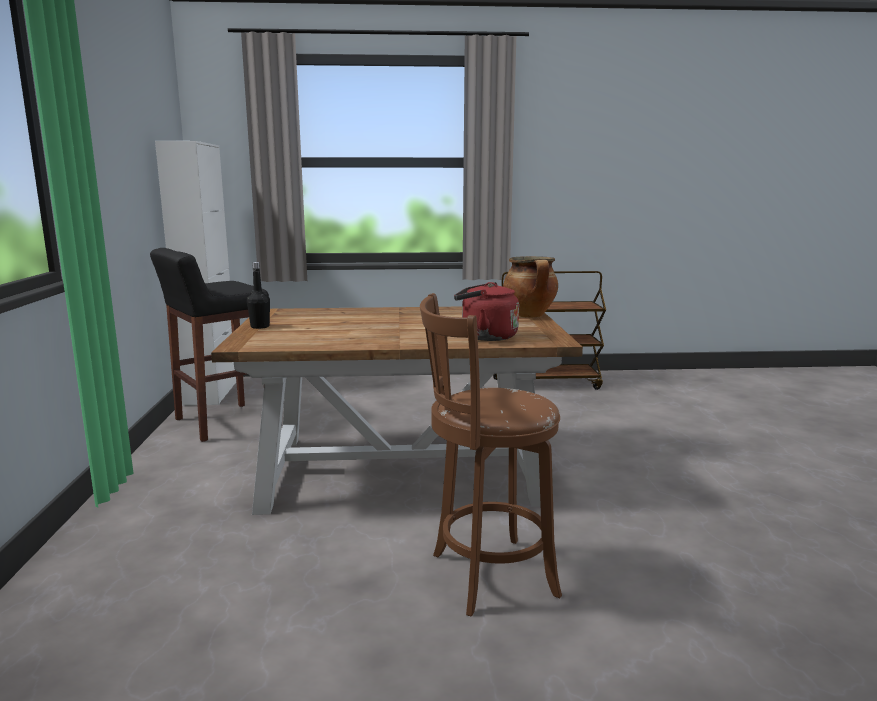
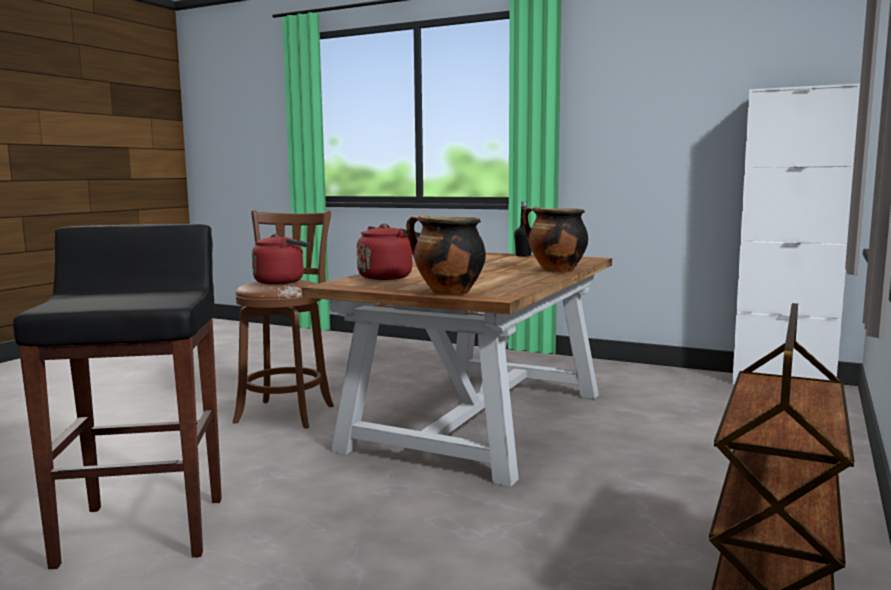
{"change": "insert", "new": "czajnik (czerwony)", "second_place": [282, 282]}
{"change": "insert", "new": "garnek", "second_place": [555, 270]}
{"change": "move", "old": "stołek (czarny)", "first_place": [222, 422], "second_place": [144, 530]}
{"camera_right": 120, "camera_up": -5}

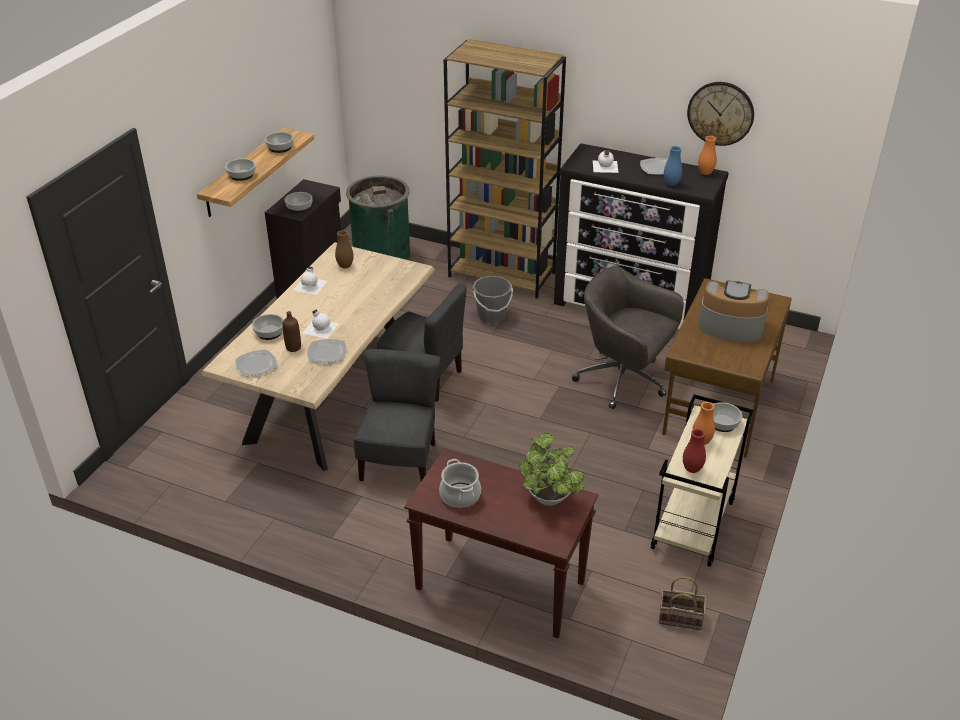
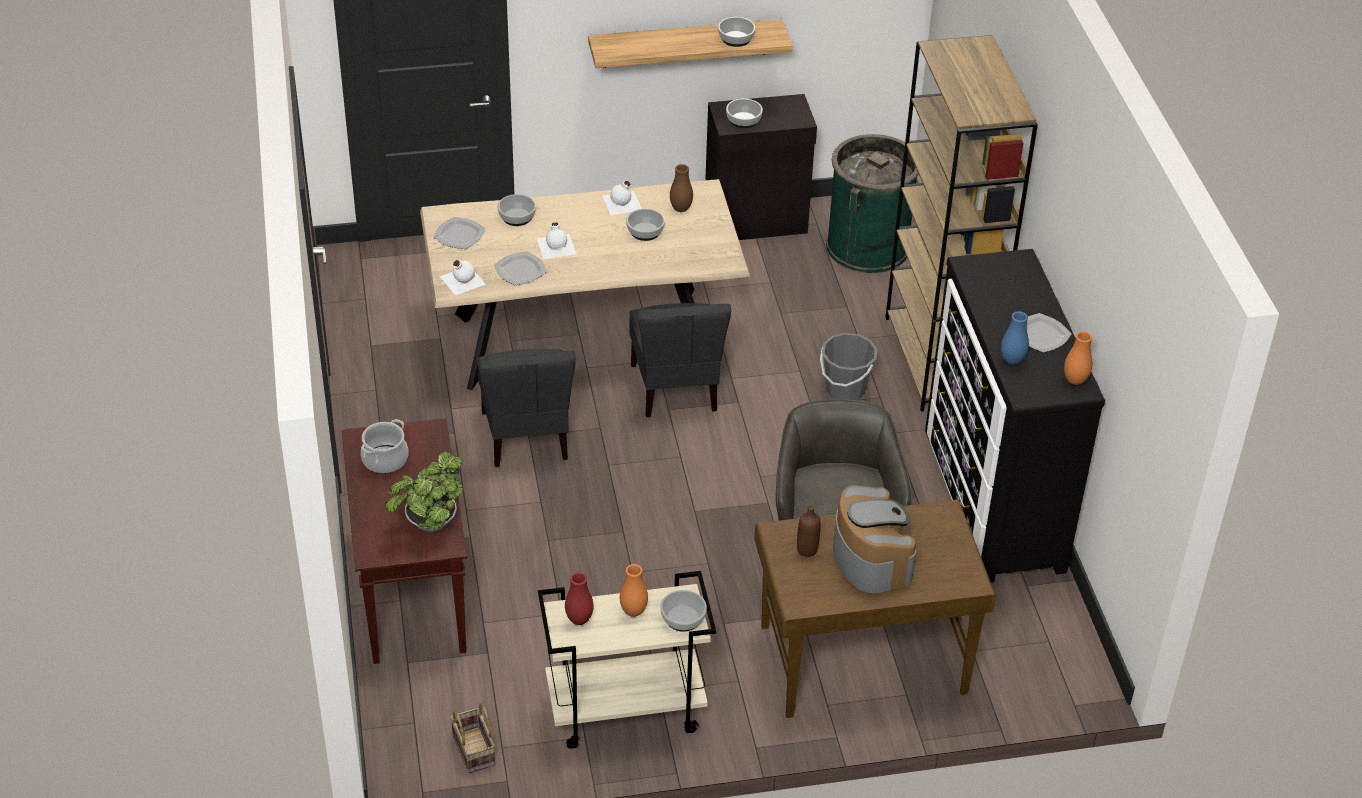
{"change": "delete", "old": "zegar ścienny", "first_place": [720, 113]}
{"change": "move", "old": "miska", "first_place": [241, 175], "second_place": [645, 231]}
{"change": "move", "old": "butelka (brązowy)", "first_place": [293, 347], "second_place": [807, 550]}
{"change": "move", "old": "butelka (biały)", "first_place": [604, 166], "second_place": [461, 280]}
{"change": "rotate", "old": "krzesło (szary)", "first_place": [400, 462], "second_place": [527, 436], "degrees": 105}
{"camera_right": 55, "camera_up": 5}

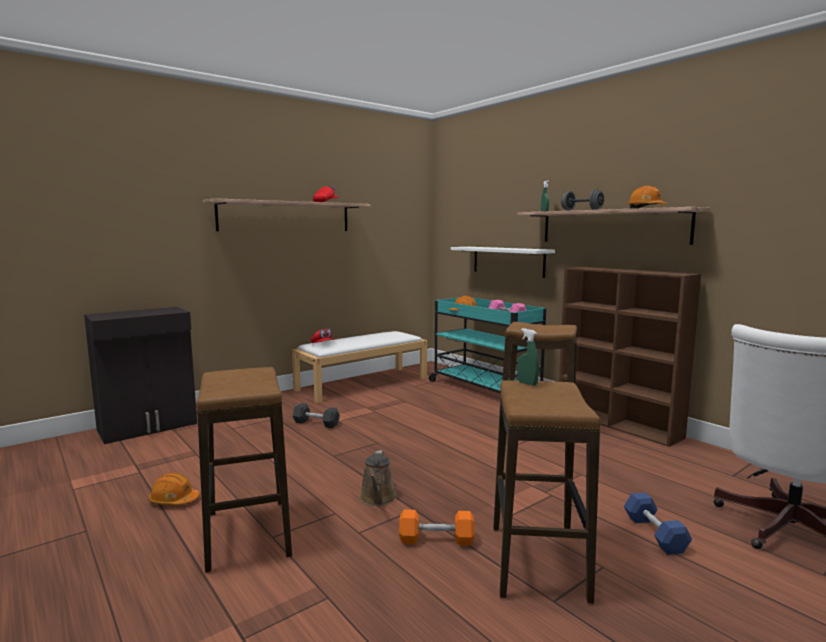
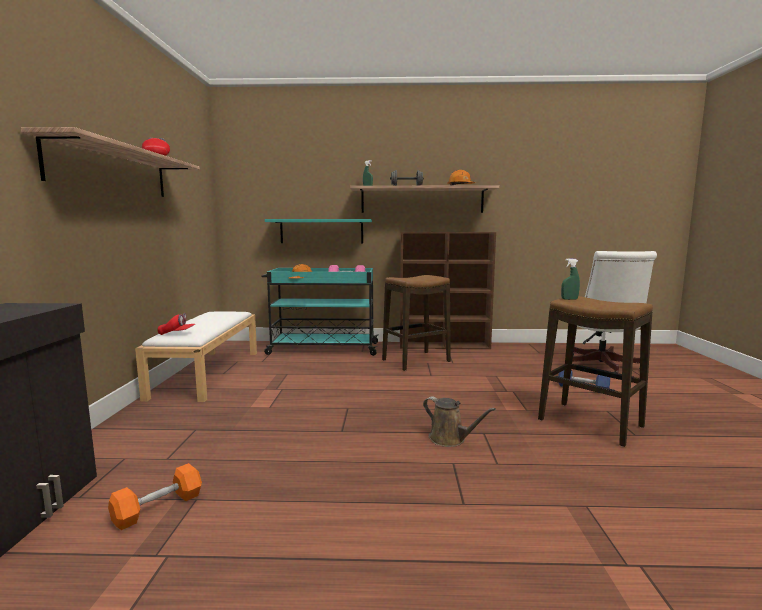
{"change": "delete", "old": "kask (pomarańczowy)", "first_place": [174, 500]}
{"change": "delete", "old": "stołek", "first_place": [248, 534]}
{"change": "delete", "old": "hantel (szary)", "first_place": [316, 423]}
{"change": "move", "old": "hantel (pomarańczowy)", "first_place": [436, 540], "second_place": [158, 508]}
{"change": "recolor", "old": "półka (biały)", "new": "półka (turkusowy)", "first_place": [508, 261], "second_place": [321, 231]}
{"camera_right": -50, "camera_up": 0}

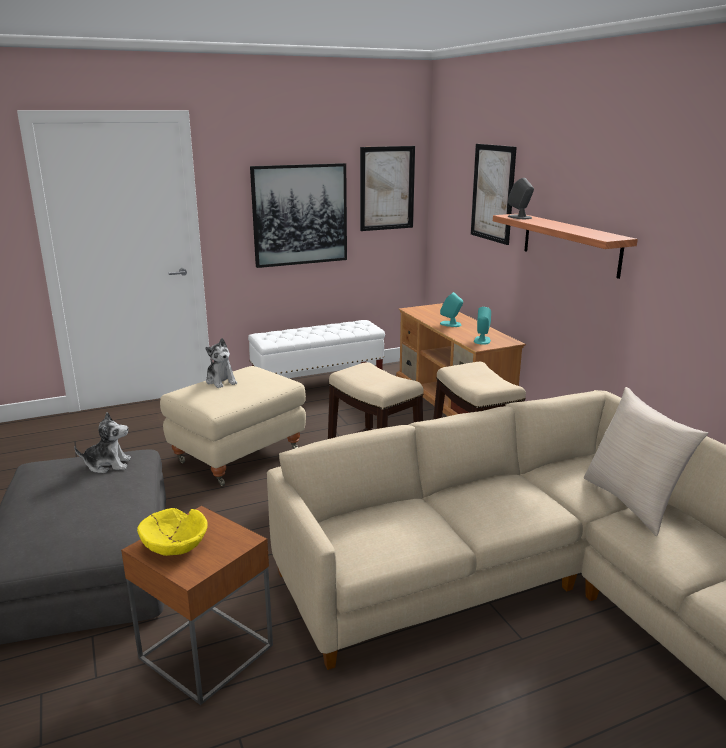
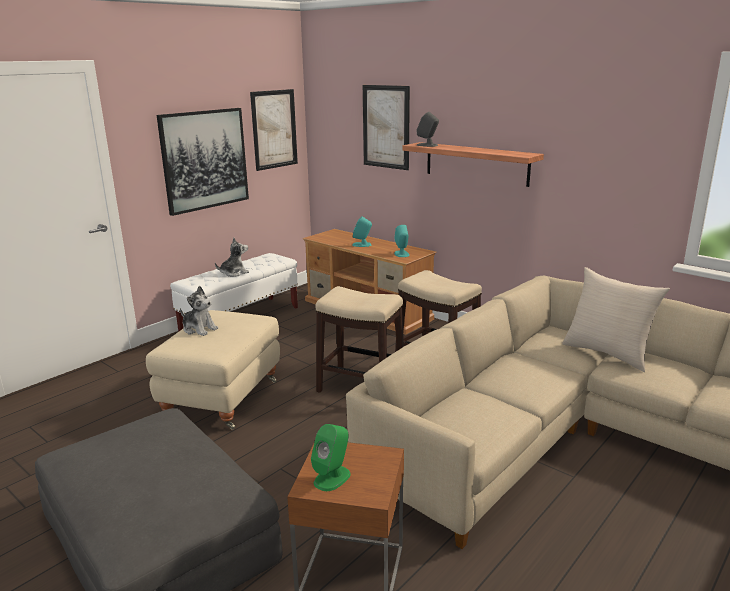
{"change": "move", "old": "pluszak", "first_place": [108, 465], "second_place": [234, 273]}
{"change": "replace", "old": "miska (żółty)", "new": "głośnik (zielony)", "first_place": [174, 545], "second_place": [332, 478]}
{"camera_right": -25, "camera_up": 0}

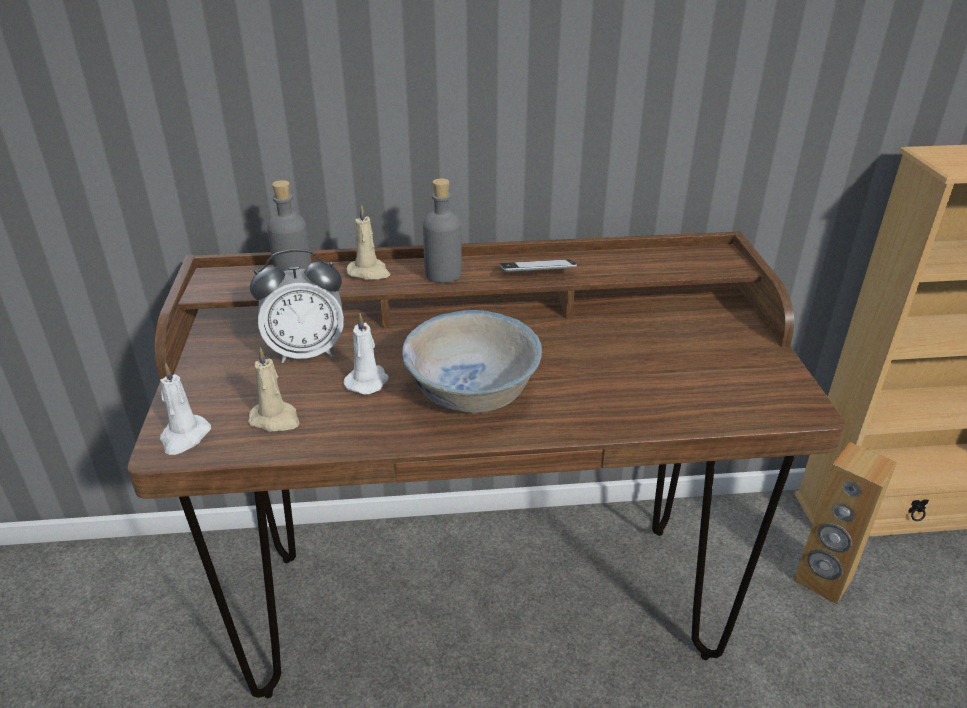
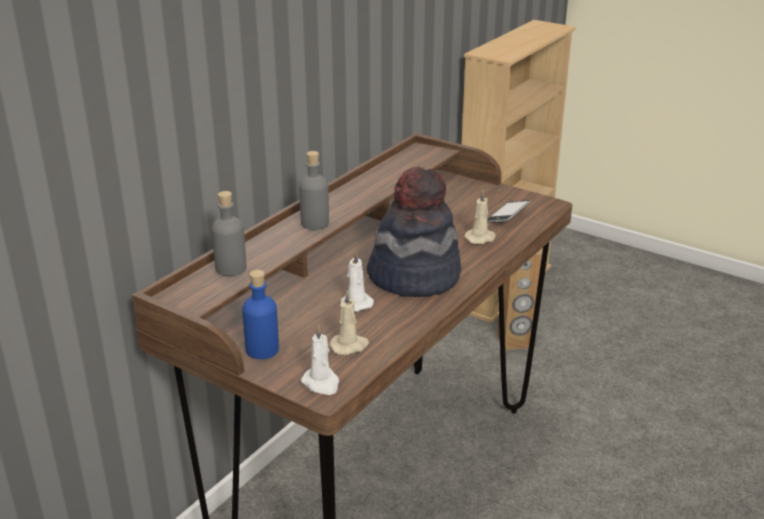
{"change": "delete", "old": "budzik", "first_place": [306, 352]}
{"change": "insert", "new": "butelka (niebieski)", "second_place": [262, 349]}
{"change": "move", "old": "świeca (beżowy)", "first_place": [369, 272], "second_place": [481, 238]}
{"change": "move", "old": "telefon", "first_place": [537, 272], "second_place": [507, 216]}
{"change": "replace", "old": "miska (biały)", "new": "kapelusz", "first_place": [472, 391], "second_place": [414, 276]}
{"camera_right": -50, "camera_up": -5}

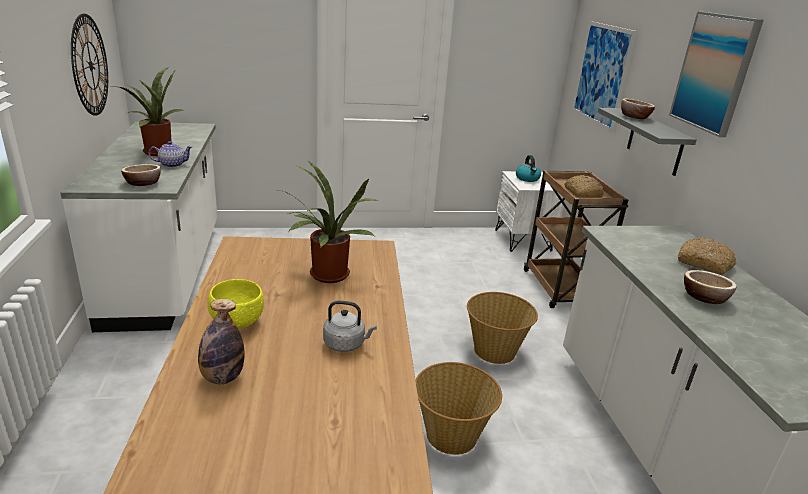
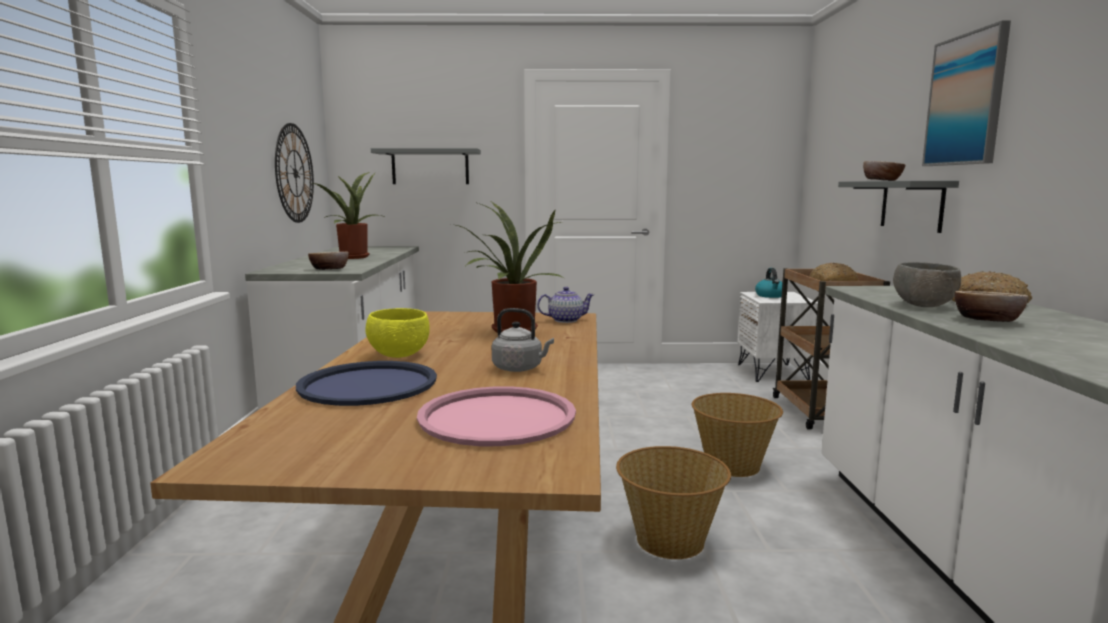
{"change": "delete", "old": "obraz", "first_place": [601, 74]}
{"change": "insert", "new": "półka (szary)", "second_place": [430, 167]}
{"change": "insert", "new": "taca (różowy)", "second_place": [497, 417]}
{"change": "insert", "new": "miska (szary)", "second_place": [923, 306]}
{"change": "move", "old": "imbryk", "first_place": [172, 164], "second_place": [565, 320]}
{"change": "replace", "old": "butelka", "new": "taca (niebieski)", "first_place": [222, 377], "second_place": [368, 385]}
{"camera_right": 10, "camera_up": -15}

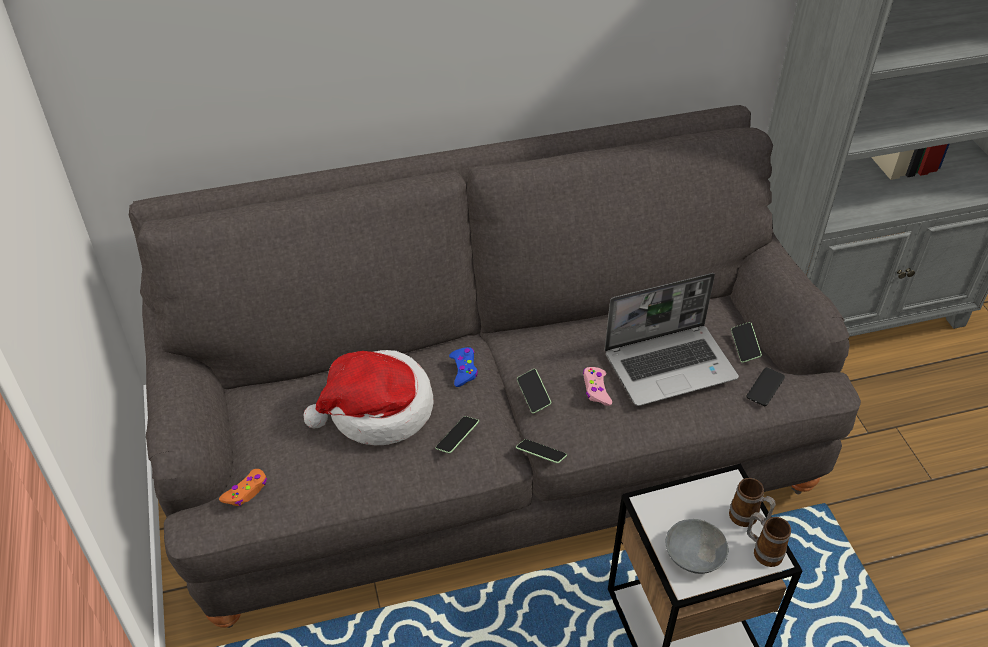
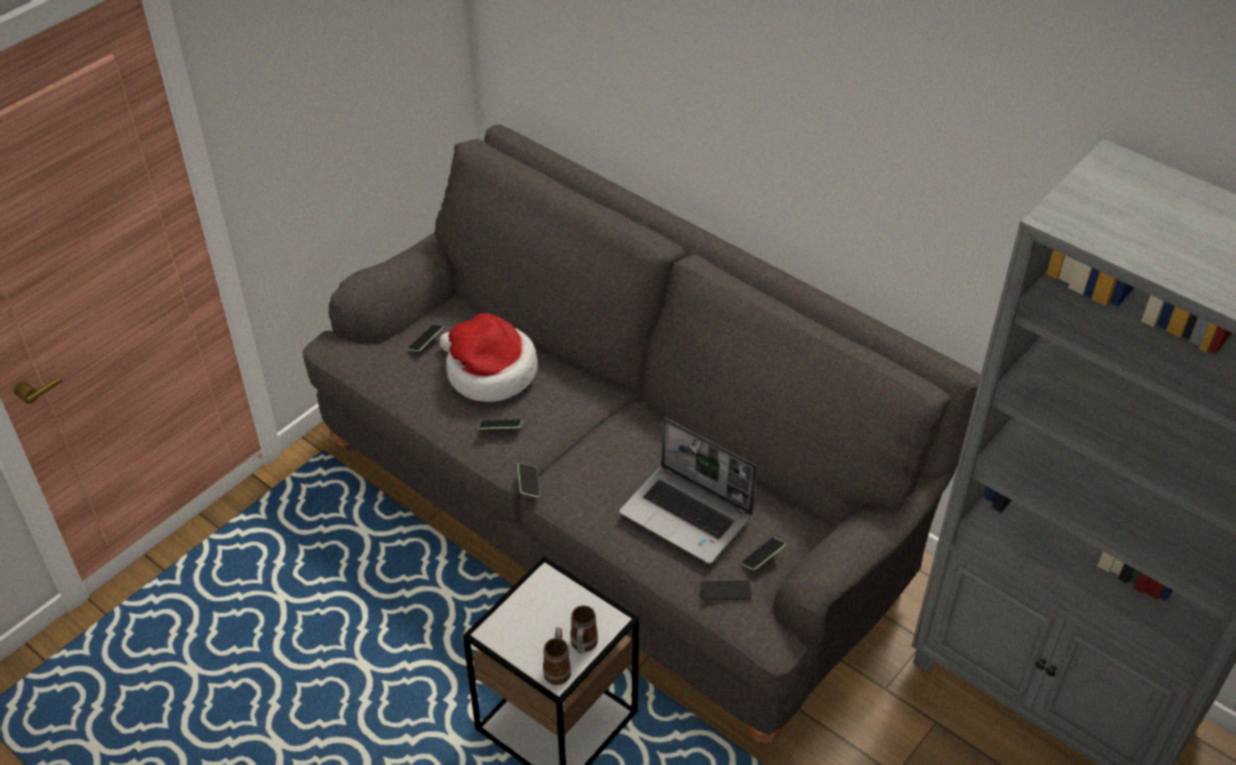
{"change": "delete", "old": "pad do gier (pomarańczowy)", "first_place": [246, 491]}
{"change": "delete", "old": "pad do gier (niebieski)", "first_place": [464, 370]}
{"change": "delete", "old": "pad do gier (różowy)", "first_place": [596, 389]}
{"change": "delete", "old": "miska (szary)", "first_place": [695, 555]}
{"change": "move", "old": "telefon", "first_place": [533, 395], "second_place": [426, 342]}
{"camera_right": 55, "camera_up": 0}

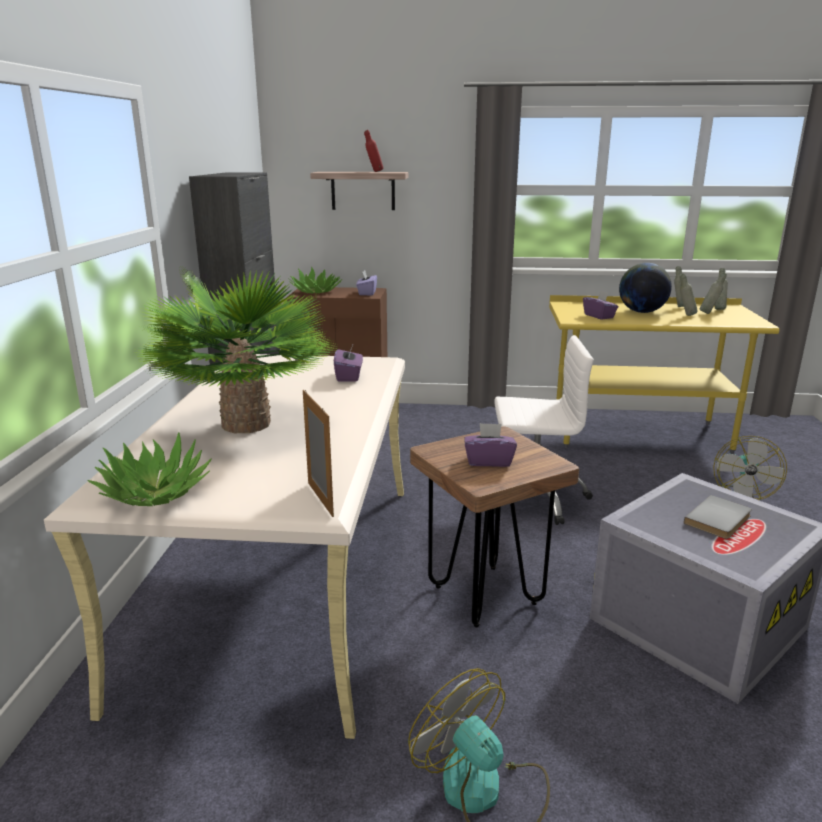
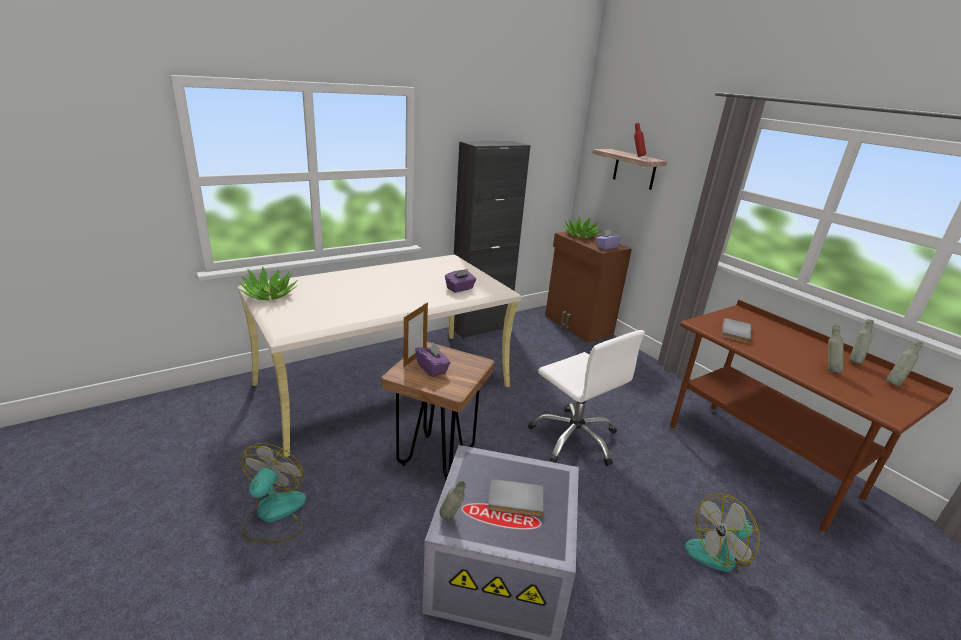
{"change": "delete", "old": "roślina doniczkowa", "first_place": [246, 424]}
{"change": "delete", "old": "globus", "first_place": [641, 312]}
{"change": "move", "old": "ramka na zdjęcie", "first_place": [320, 499], "second_place": [415, 358]}
{"change": "move", "old": "butelka (szary)", "first_place": [709, 313], "second_place": [451, 520]}
{"change": "replace", "old": "pudełko chusteczek (fioletowy)", "new": "książka (szary)", "first_place": [599, 316], "second_place": [734, 331]}
{"change": "recolor", "old": "biurko (żółty)", "new": "biurko (brązowy)", "first_place": [639, 435], "second_place": [759, 462]}
{"camera_right": 50, "camera_up": 5}

